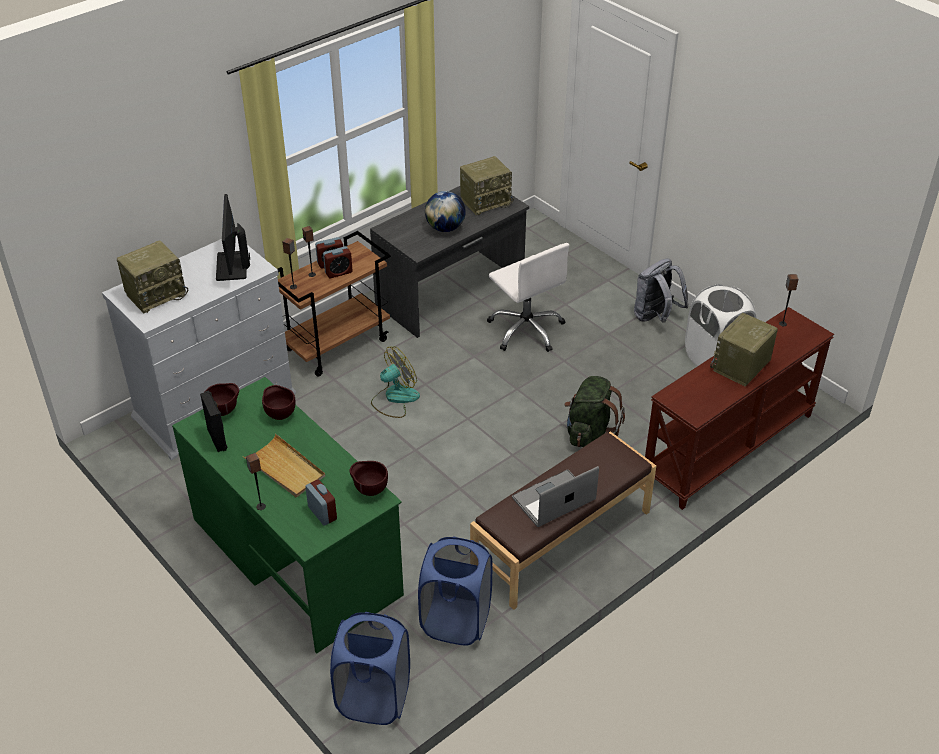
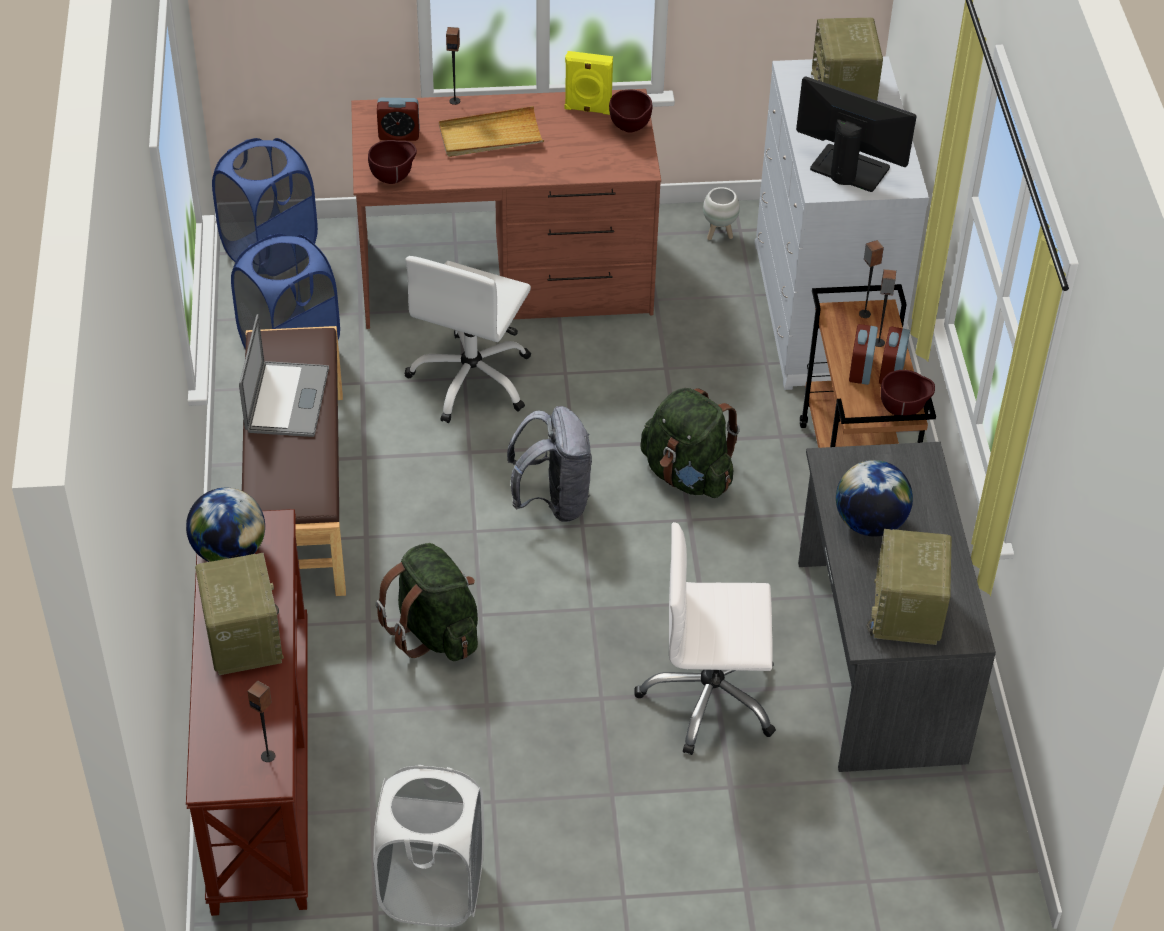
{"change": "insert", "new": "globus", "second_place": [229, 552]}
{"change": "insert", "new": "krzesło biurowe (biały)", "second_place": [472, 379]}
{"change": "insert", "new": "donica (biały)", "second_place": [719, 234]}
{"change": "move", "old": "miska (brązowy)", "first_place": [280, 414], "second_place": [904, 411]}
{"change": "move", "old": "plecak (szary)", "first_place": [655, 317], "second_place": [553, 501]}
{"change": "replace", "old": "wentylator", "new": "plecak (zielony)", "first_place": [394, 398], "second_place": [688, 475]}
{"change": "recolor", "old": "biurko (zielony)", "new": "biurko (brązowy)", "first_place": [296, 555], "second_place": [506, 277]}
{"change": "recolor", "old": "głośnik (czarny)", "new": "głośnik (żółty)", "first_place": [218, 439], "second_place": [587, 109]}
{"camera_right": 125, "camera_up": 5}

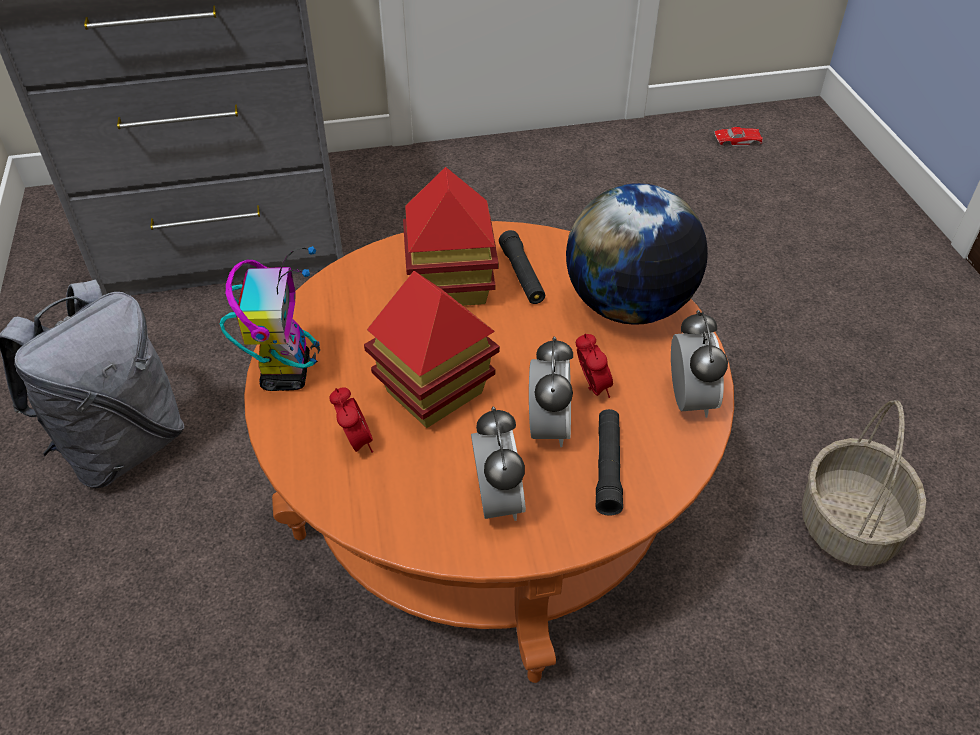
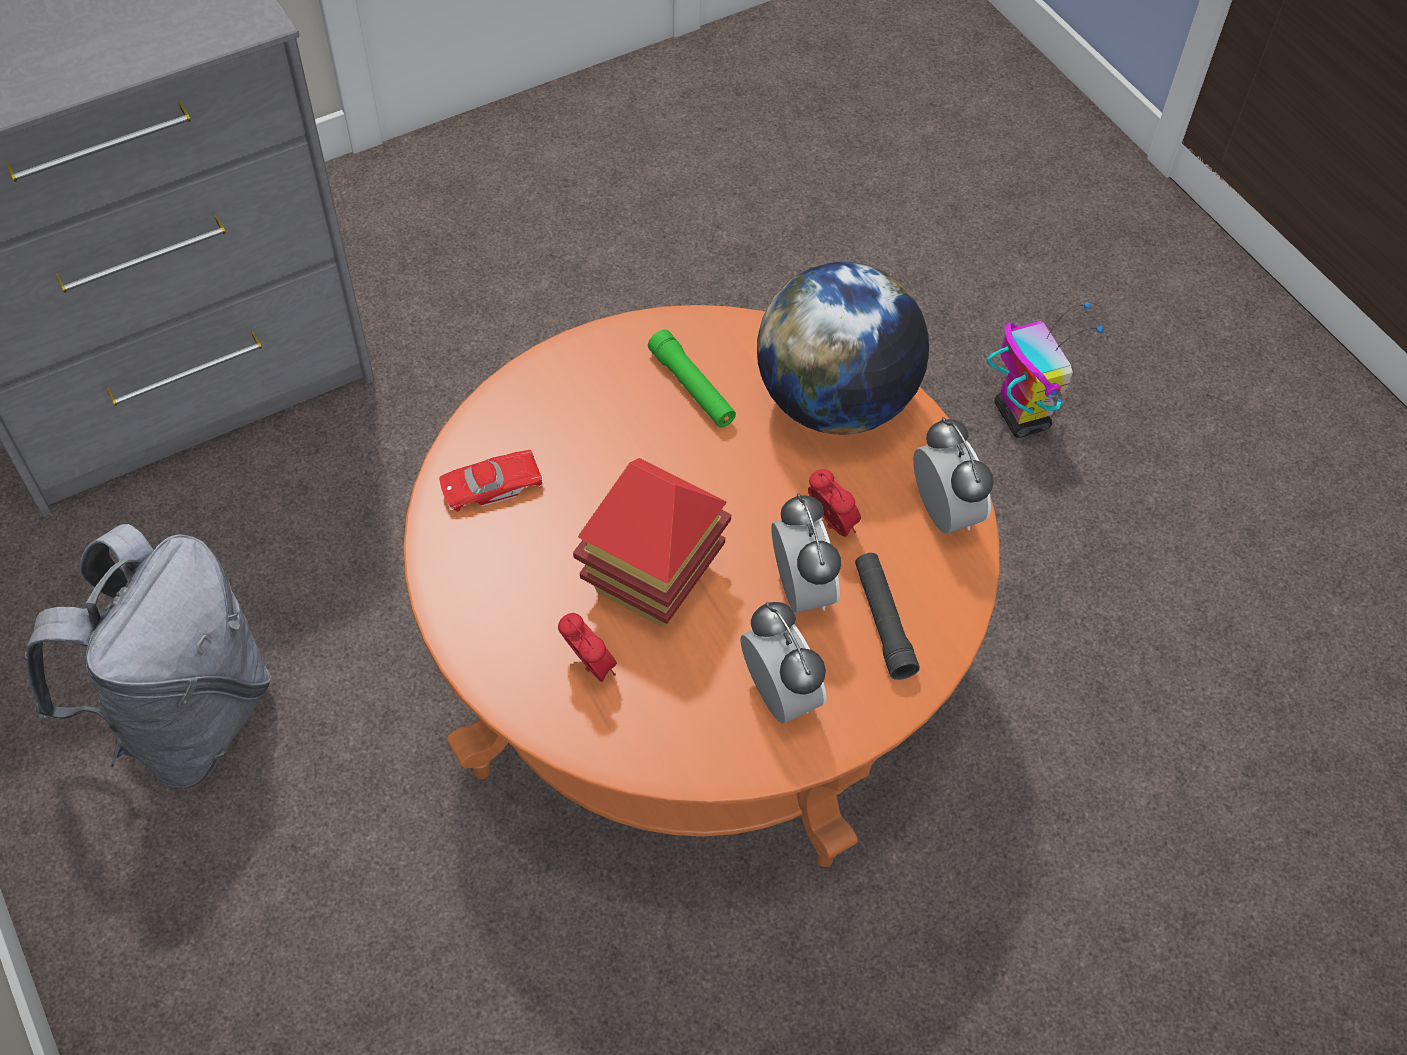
{"change": "delete", "old": "domek", "first_place": [451, 287]}
{"change": "delete", "old": "koszyk", "first_place": [848, 523]}
{"change": "move", "old": "robot zabawkowy", "first_place": [286, 372], "second_place": [1020, 416]}
{"change": "move", "old": "samochodzik (czerwony)", "first_place": [737, 140], "second_place": [492, 485]}
{"change": "recolor", "old": "latarka (czarny)", "new": "latarka (zielony)", "first_place": [522, 275], "second_place": [692, 387]}
{"camera_right": -20, "camera_up": 10}

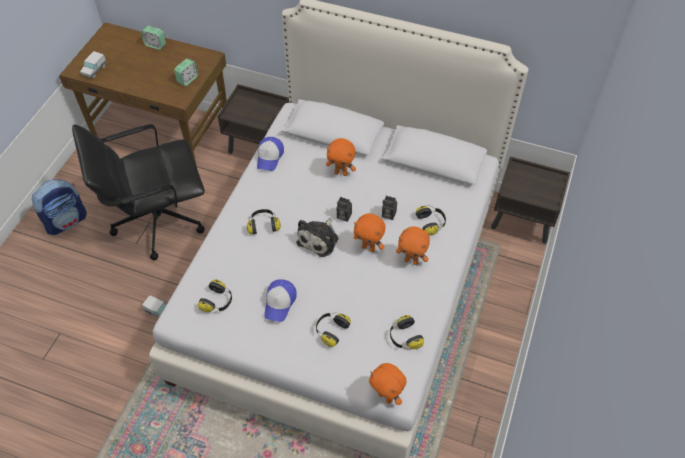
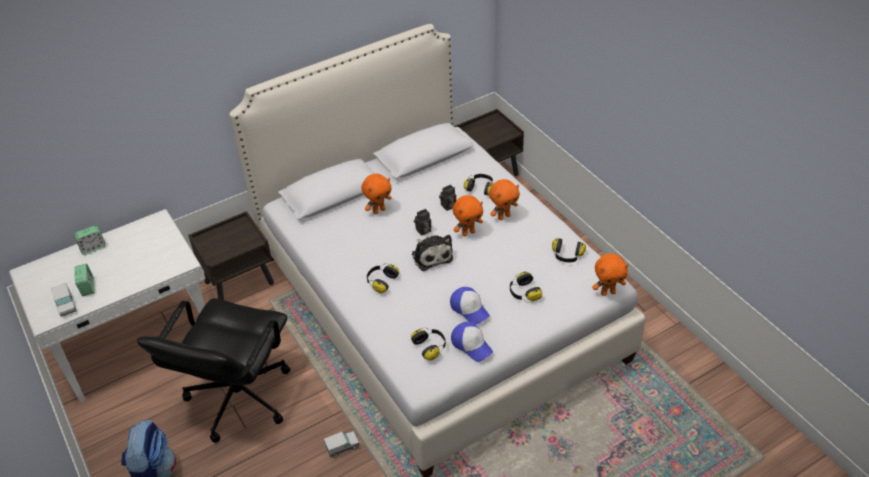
{"change": "move", "old": "budzik", "first_place": [188, 79], "second_place": [88, 288]}
{"change": "move", "old": "czapka z daszkiem", "first_place": [270, 157], "second_place": [471, 344]}
{"change": "recolor", "old": "biurko (brązowy)", "new": "biurko (biały)", "first_place": [162, 131], "second_place": [136, 342]}
{"camera_right": -50, "camera_up": -10}

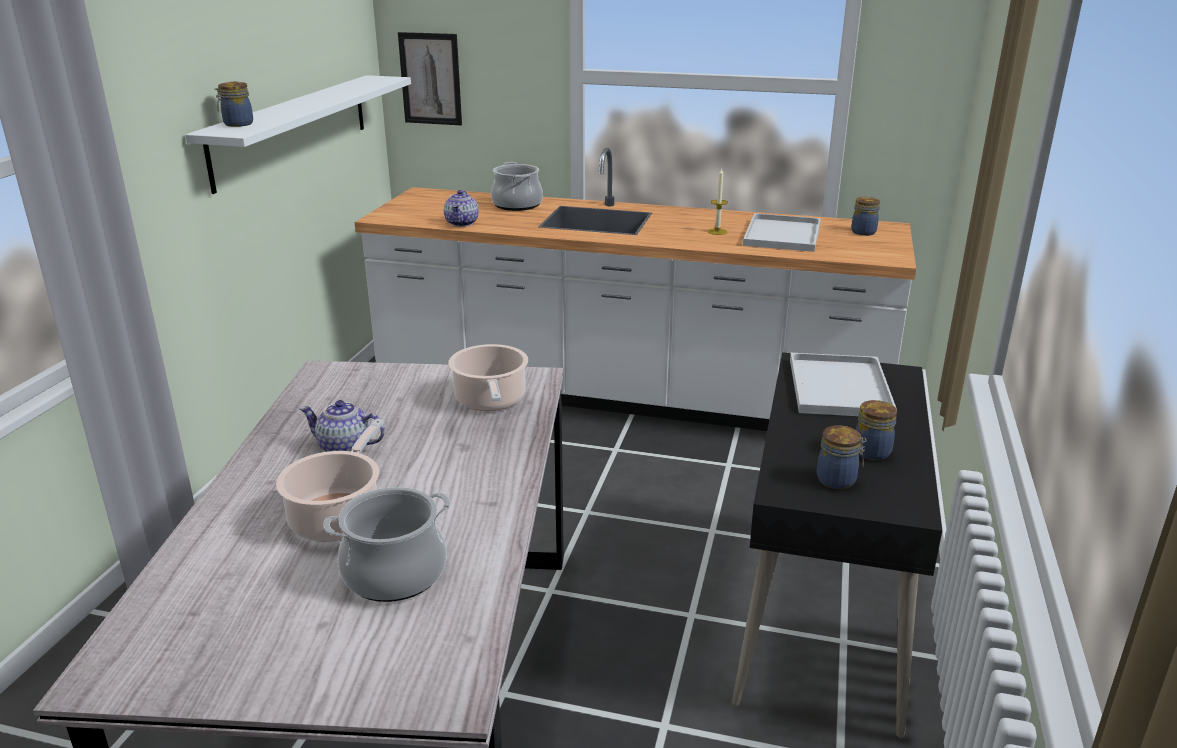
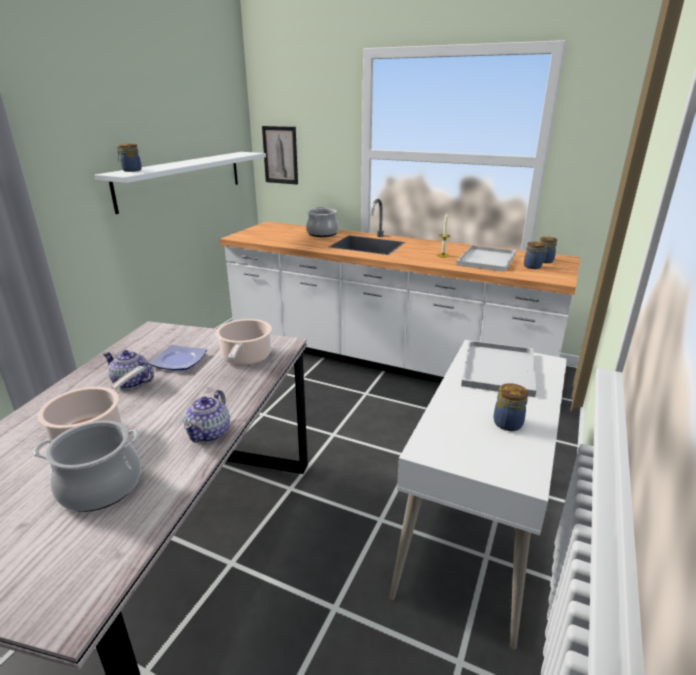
{"change": "insert", "new": "talerz", "second_place": [180, 360]}
{"change": "move", "old": "imbryk", "first_place": [462, 223], "second_place": [210, 433]}
{"change": "move", "old": "słoik", "first_place": [838, 480], "second_place": [533, 267]}
{"change": "recolor", "old": "biurko (czarny)", "new": "biurko (biały)", "first_place": [823, 615], "second_place": [476, 532]}
{"camera_right": 10, "camera_up": 0}

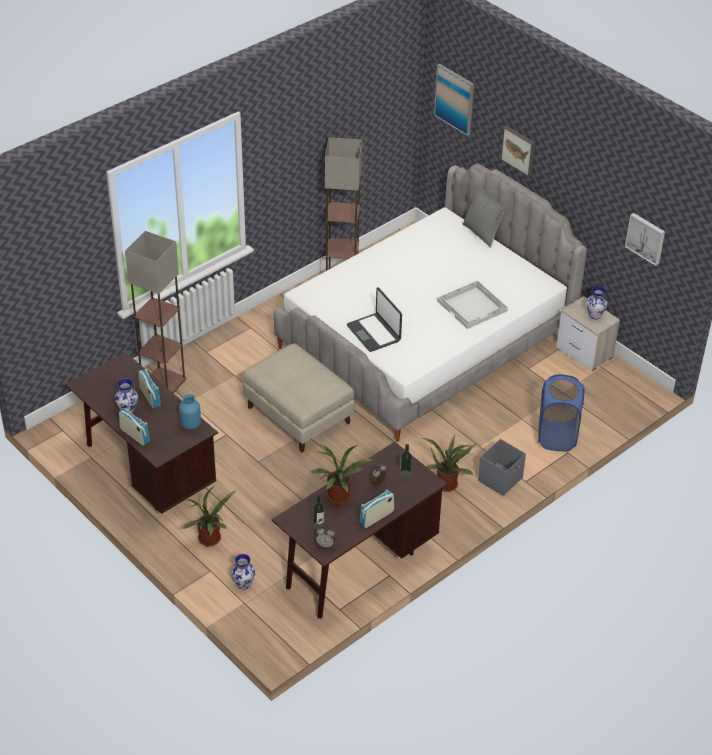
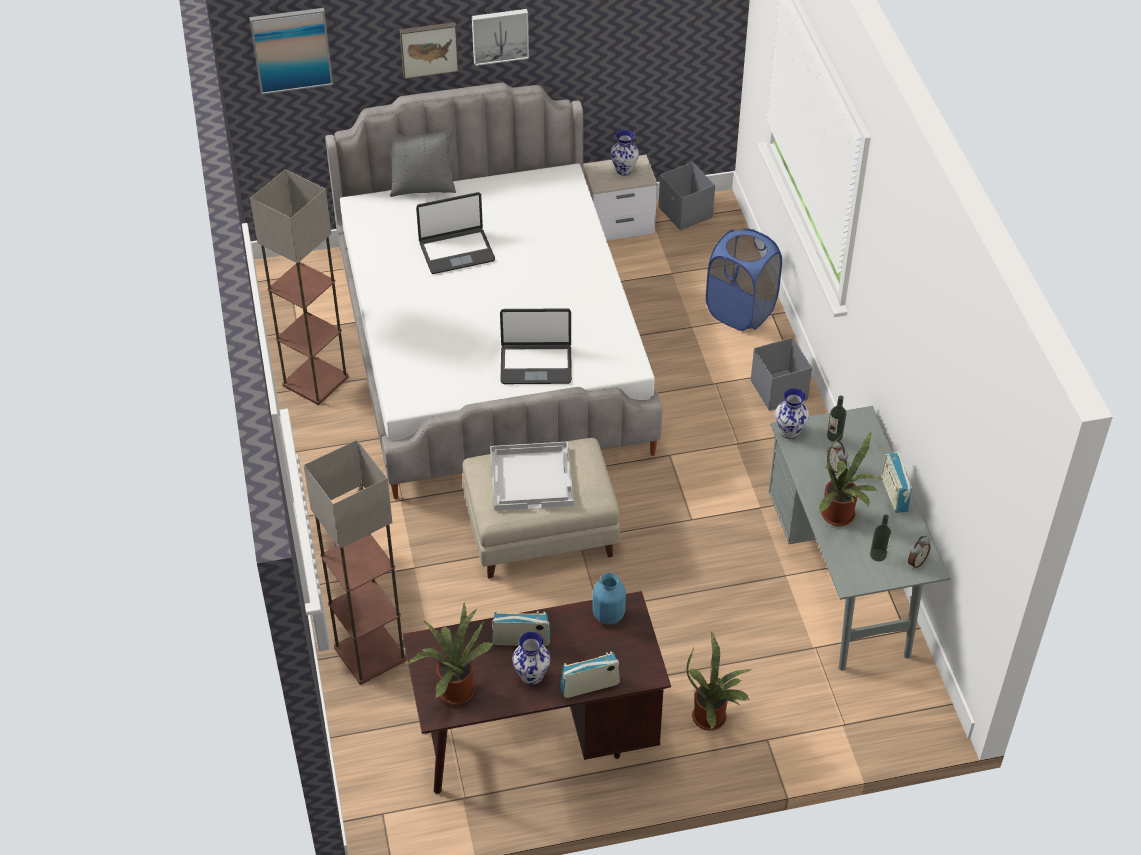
{"change": "insert", "new": "laptop", "second_place": [456, 251]}
{"change": "insert", "new": "pojemnik do przechowywania (szary)", "second_place": [685, 213]}
{"change": "move", "old": "wazon", "first_place": [244, 584], "second_place": [789, 431]}
{"change": "move", "old": "roślina doniczkowa", "first_place": [447, 483], "second_place": [454, 688]}
{"change": "move", "old": "taca (biały)", "first_place": [473, 306], "second_place": [532, 477]}
{"change": "move", "old": "obraz", "first_place": [646, 238], "second_place": [500, 35]}
{"change": "recolor", "old": "biurko (brązowy)", "new": "biurko (szary)", "first_place": [359, 565], "second_place": [843, 581]}
{"camera_right": -60, "camera_up": 5}

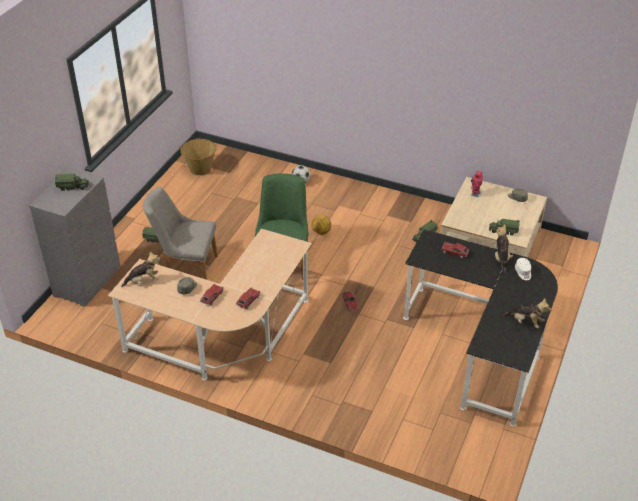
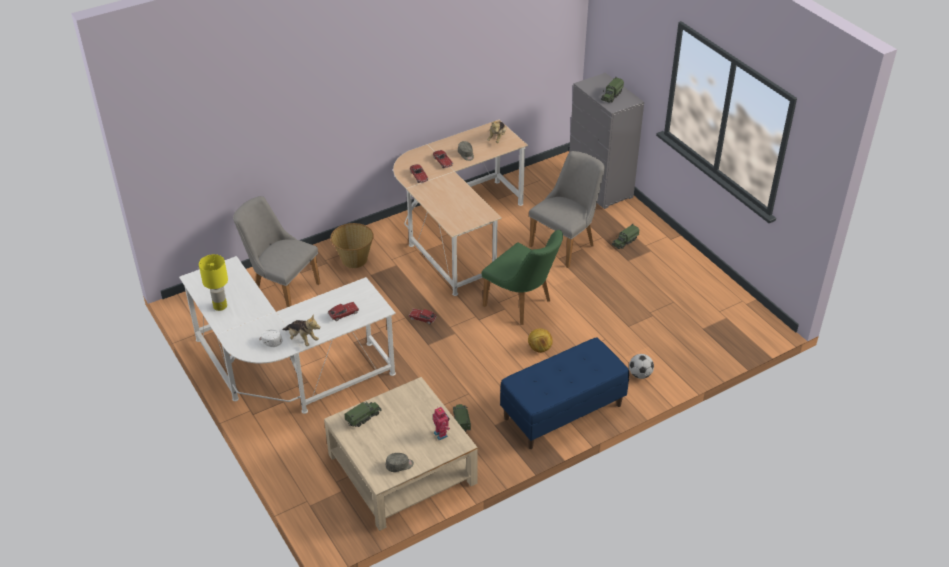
{"change": "insert", "new": "krzesło (szary)", "second_place": [281, 289]}
{"change": "insert", "new": "ławka (niebieski)", "second_place": [562, 412]}
{"change": "move", "old": "koszyk", "first_place": [200, 169], "second_place": [354, 259]}
{"change": "replace", "old": "pluszak", "new": "lampa stołowa (żółty)", "first_place": [526, 322], "second_place": [220, 306]}
{"change": "recolor", "old": "biurko (czarny)", "new": "biurko (biały)", "first_place": [482, 345], "second_place": [286, 373]}
{"camera_right": 125, "camera_up": 0}

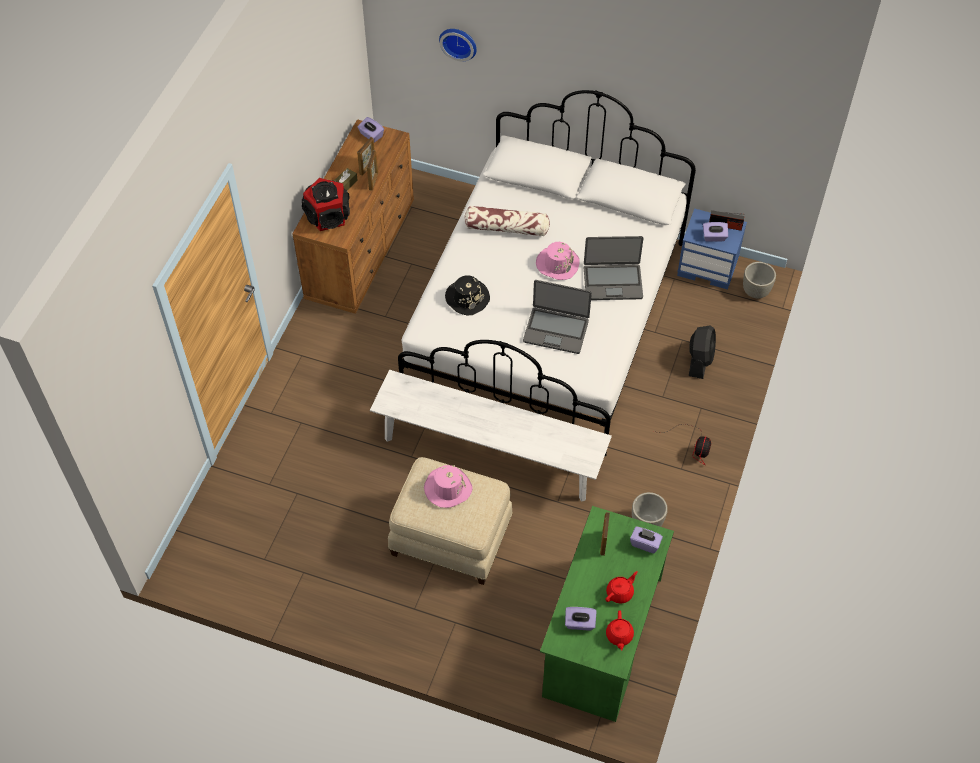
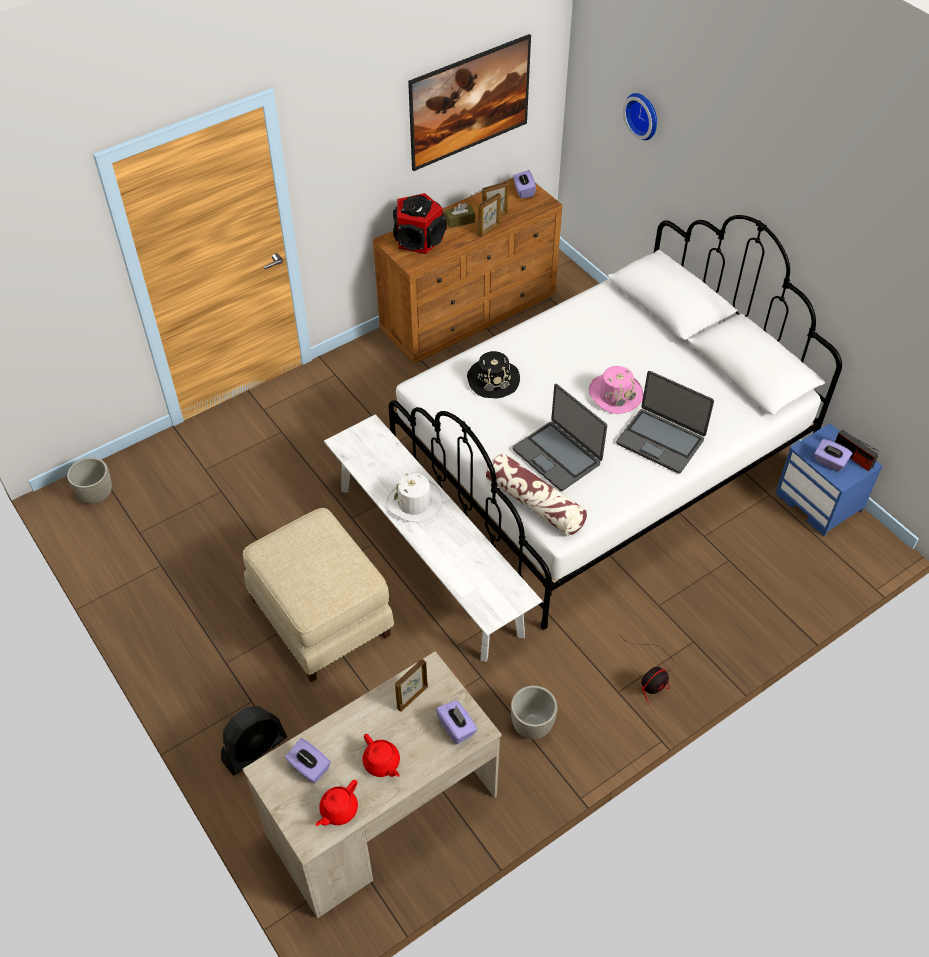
{"change": "delete", "old": "kapelusz (różowy)", "first_place": [447, 488]}
{"change": "insert", "new": "kapelusz (biały)", "second_place": [414, 502]}
{"change": "insert", "new": "obraz", "second_place": [469, 124]}
{"change": "move", "old": "poduszka", "first_place": [507, 228], "second_place": [535, 503]}
{"change": "move", "old": "wentylator (czarny)", "first_place": [699, 360], "second_place": [255, 749]}
{"change": "move", "old": "donica (szary)", "first_place": [755, 291], "second_place": [96, 495]}
{"change": "recolor", "old": "biurko (zielony)", "new": "biurko (beżowy)", "first_place": [602, 637], "second_place": [382, 816]}
{"change": "rotate", "old": "imbryk (czerwony)", "first_place": [620, 592], "second_place": [382, 763], "degrees": 60}
{"camera_right": 35, "camera_up": -5}

